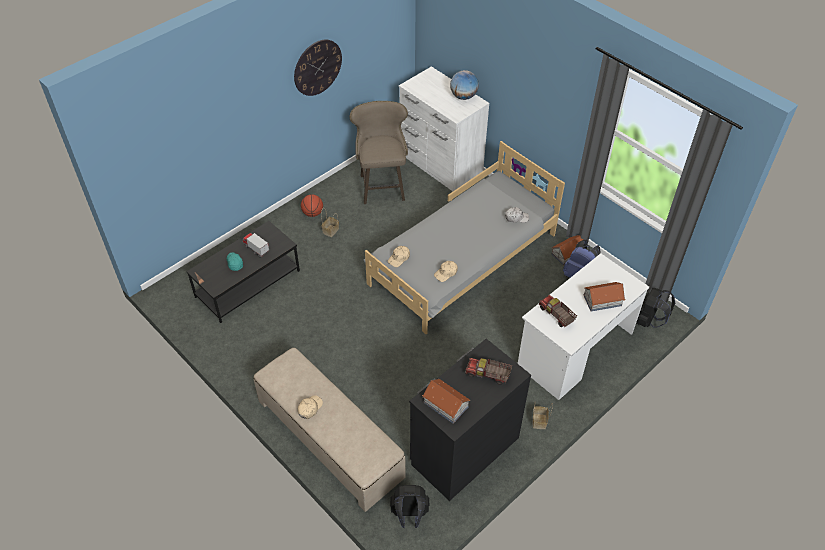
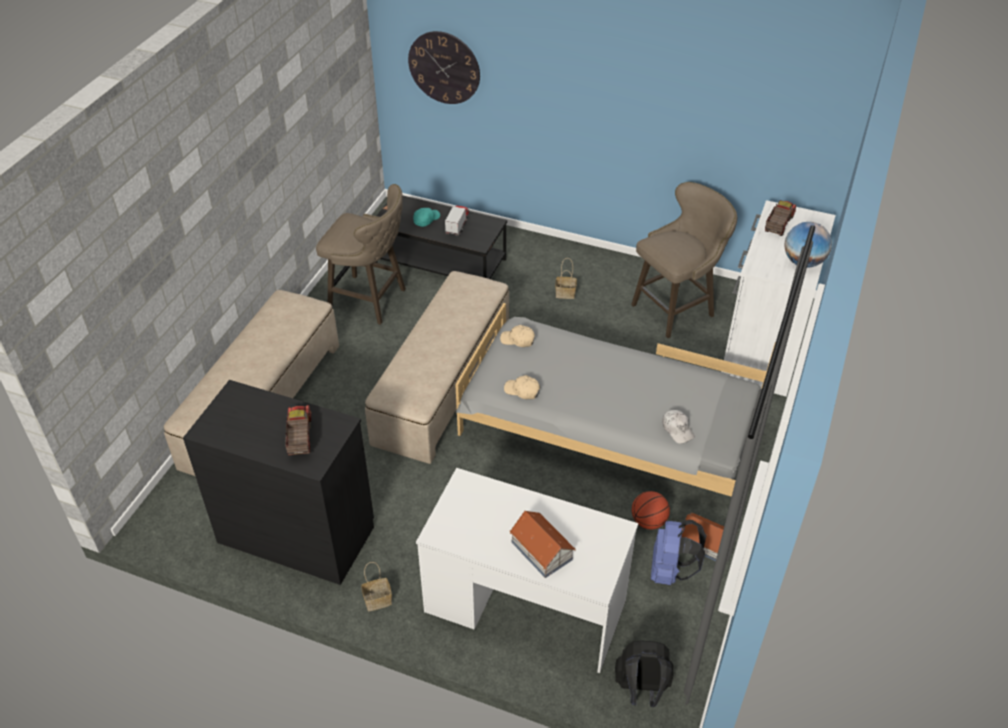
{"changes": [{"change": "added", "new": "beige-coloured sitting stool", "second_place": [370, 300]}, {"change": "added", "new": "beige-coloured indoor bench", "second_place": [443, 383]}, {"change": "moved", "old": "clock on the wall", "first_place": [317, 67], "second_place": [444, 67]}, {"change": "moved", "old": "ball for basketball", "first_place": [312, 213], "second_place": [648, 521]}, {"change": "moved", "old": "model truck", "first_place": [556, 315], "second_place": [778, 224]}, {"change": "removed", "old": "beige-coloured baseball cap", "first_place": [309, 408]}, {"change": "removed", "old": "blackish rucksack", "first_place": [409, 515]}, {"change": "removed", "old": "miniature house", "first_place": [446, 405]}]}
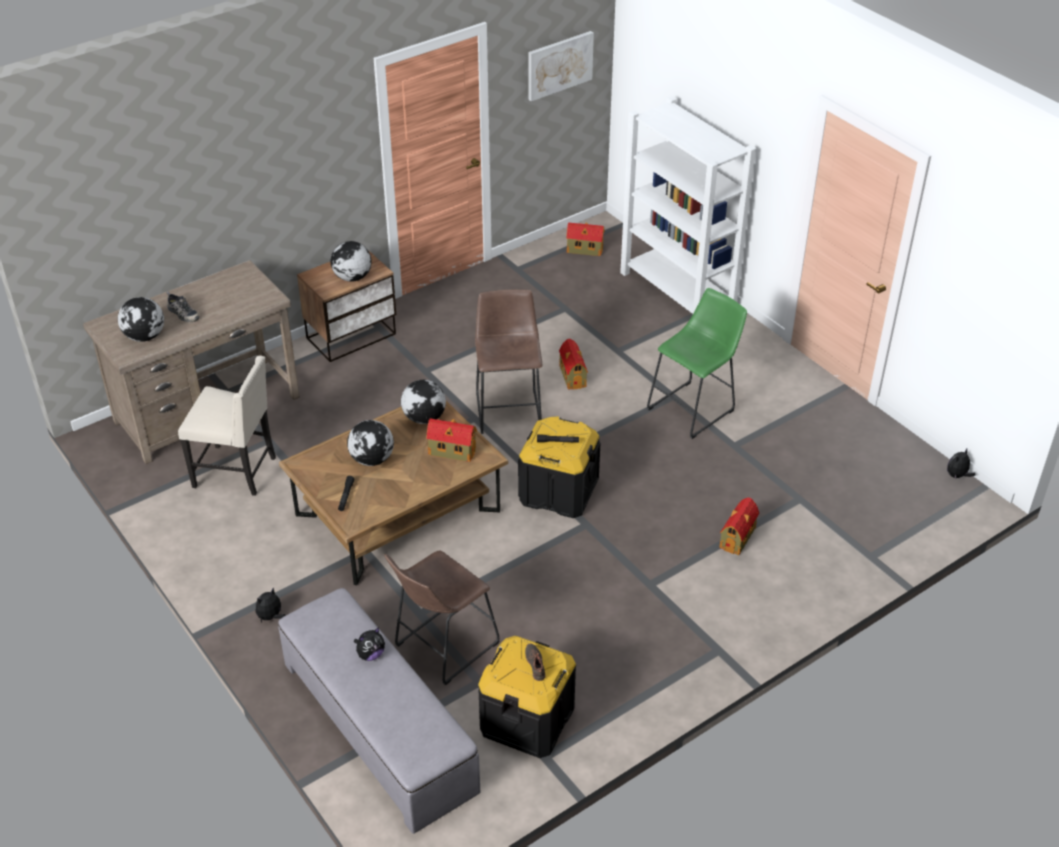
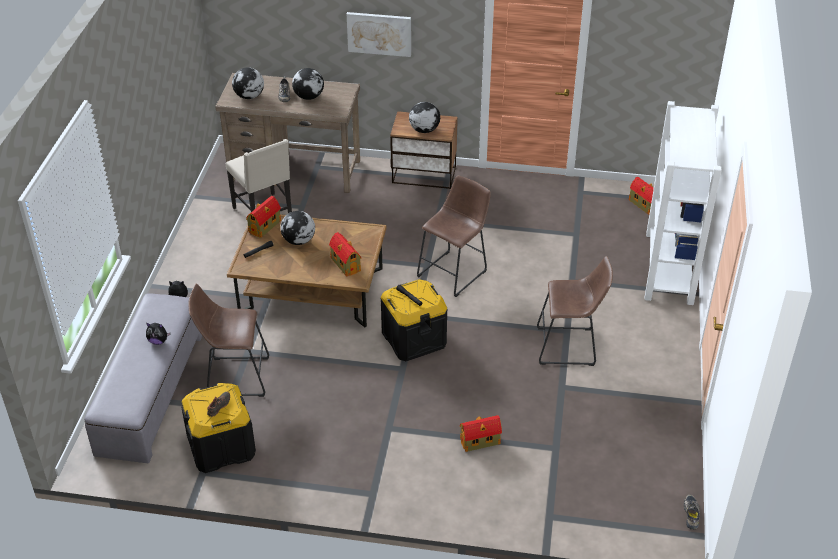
{"changes": [{"change": "moved", "old": "miniature house", "first_place": [572, 375], "second_place": [265, 226]}, {"change": "moved", "old": "desk globe", "first_place": [424, 417], "second_place": [309, 97]}, {"change": "moved", "old": "wall art", "first_place": [559, 65], "second_place": [379, 33]}, {"change": "recoloured", "old": "greenish sitting stool", "new": "brown sitting stool", "first_place": [694, 408], "second_place": [570, 347]}, {"change": "replaced", "old": "plush toy", "new": "shoe", "first_place": [957, 476], "second_place": [692, 514]}]}
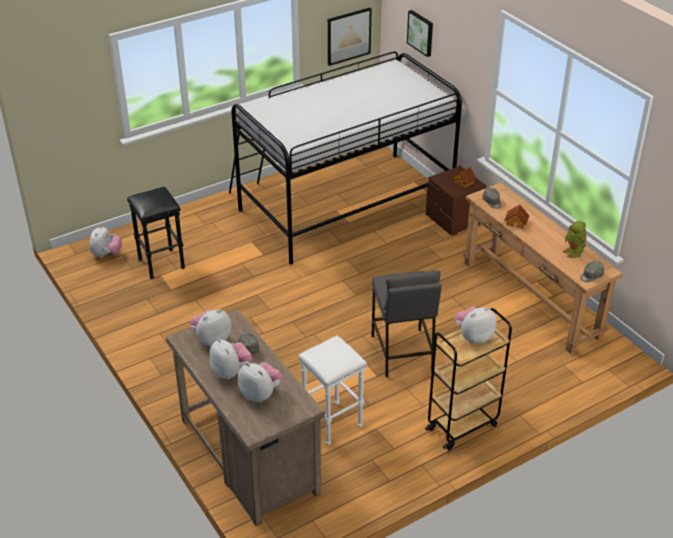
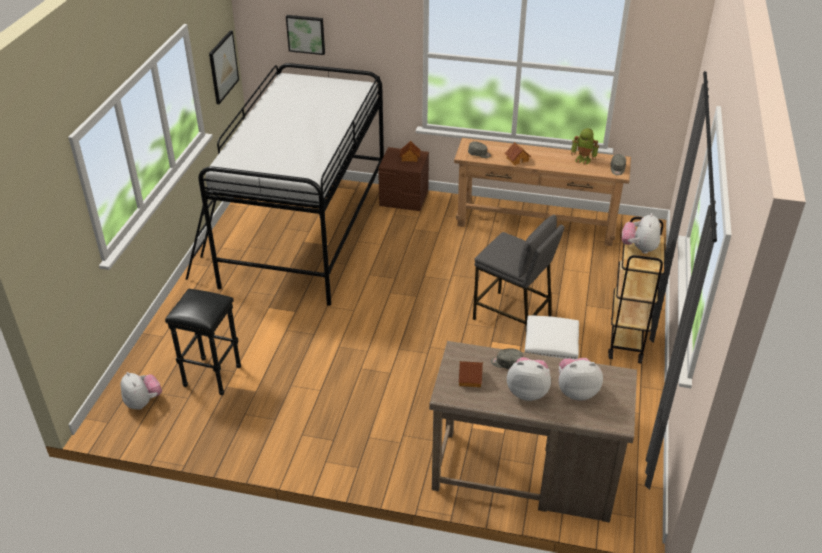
{"changes": [{"change": "replaced", "old": "plush toy", "new": "miniature house", "first_place": [211, 340], "second_place": [470, 378]}]}
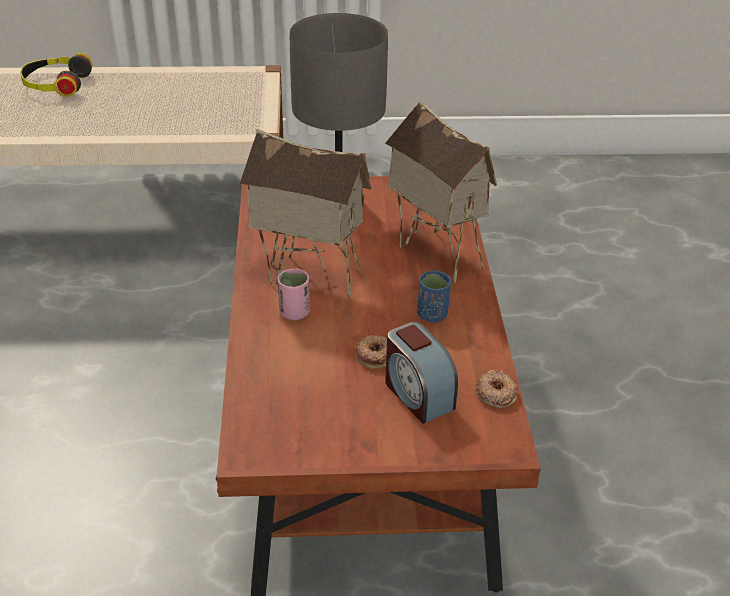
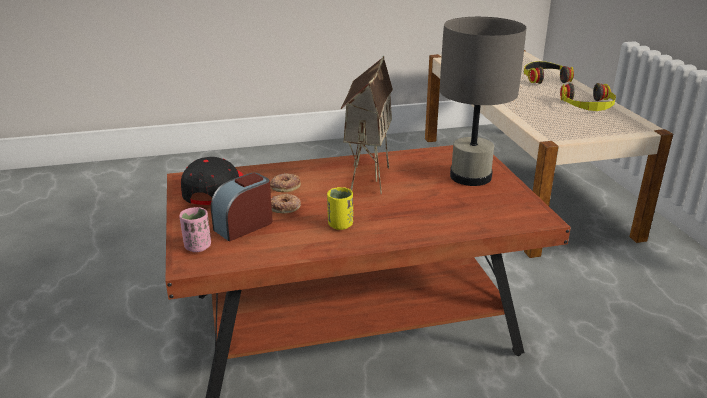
{"changes": [{"change": "moved", "old": "pinkish small cup", "first_place": [294, 313], "second_place": [197, 247]}, {"change": "added", "new": "blackish baseball cap", "second_place": [214, 189]}, {"change": "moved", "old": "donut", "first_place": [495, 393], "second_place": [285, 186]}, {"change": "recoloured", "old": "blue small cup", "new": "yellow small cup", "first_place": [432, 315], "second_place": [340, 225]}, {"change": "added", "new": "headset", "second_place": [587, 106]}, {"change": "removed", "old": "miniature house", "first_place": [433, 254]}]}
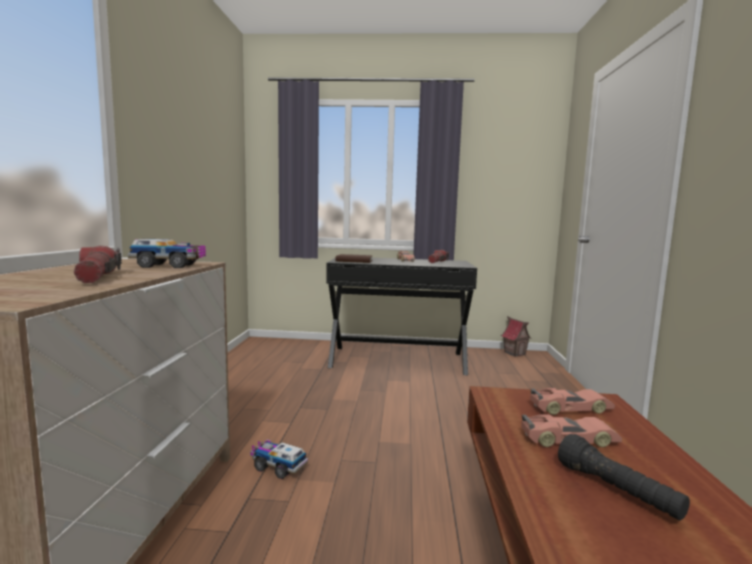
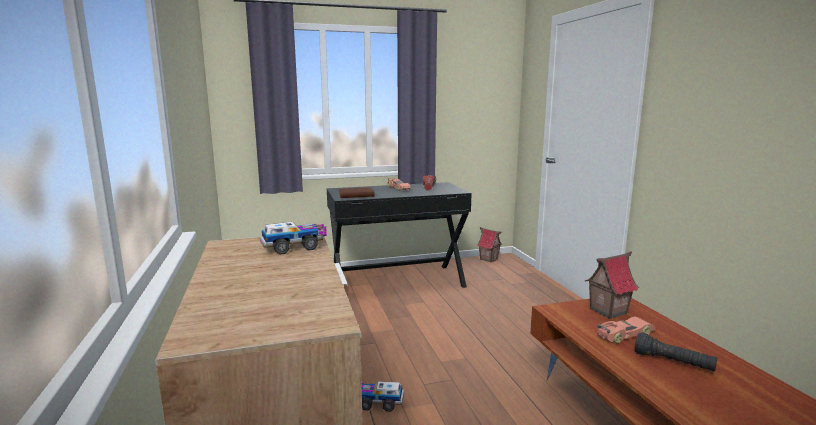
{"changes": [{"change": "replaced", "old": "miniature car", "new": "miniature house", "first_place": [569, 408], "second_place": [607, 311]}, {"change": "removed", "old": "hand torch", "first_place": [97, 277]}]}
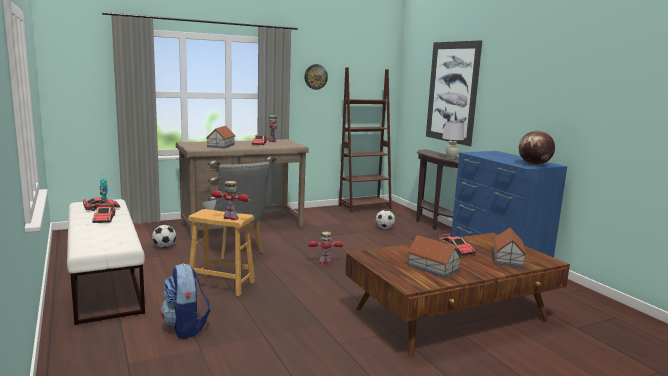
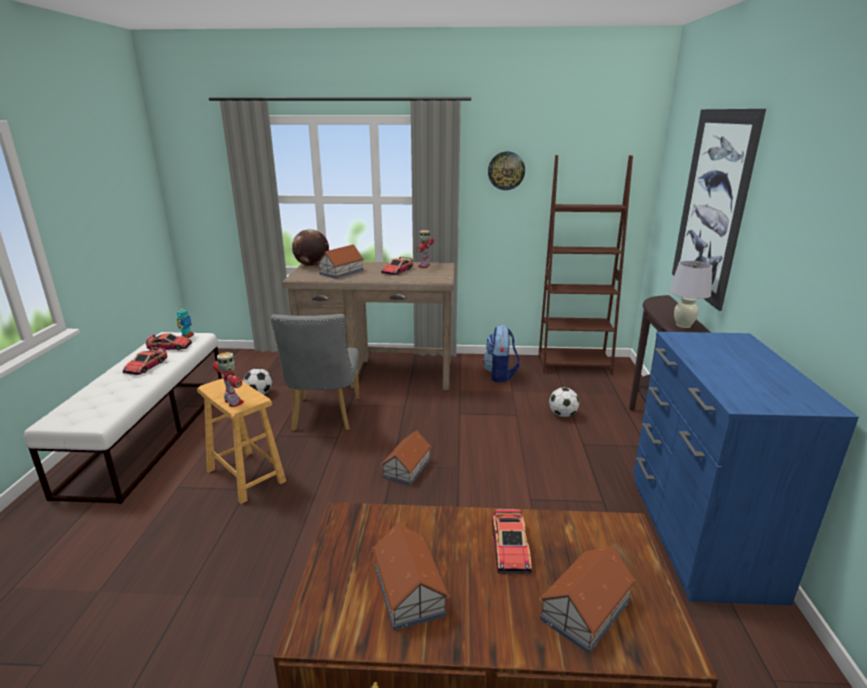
{"changes": [{"change": "moved", "old": "desk globe", "first_place": [534, 164], "second_place": [312, 266]}, {"change": "replaced", "old": "robot figure", "new": "miniature house", "first_place": [325, 263], "second_place": [407, 468]}, {"change": "moved", "old": "rucksack", "first_place": [186, 327], "second_place": [500, 375]}]}
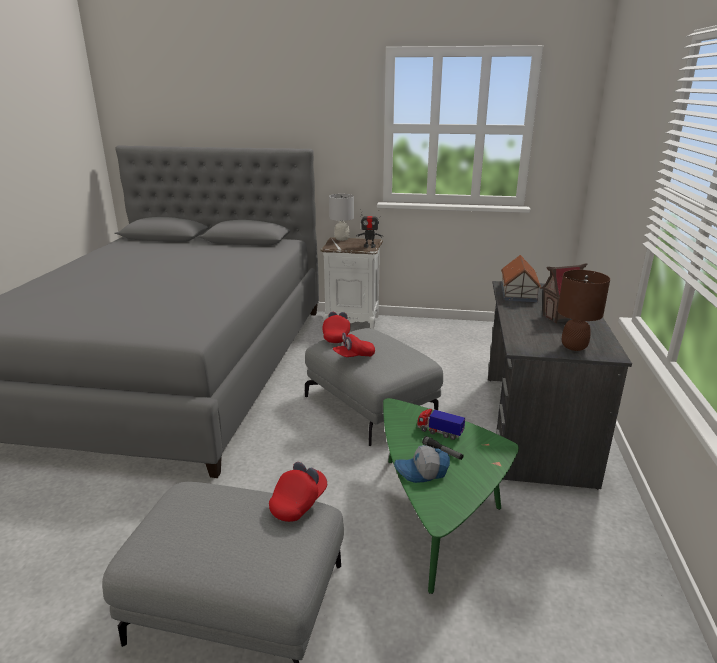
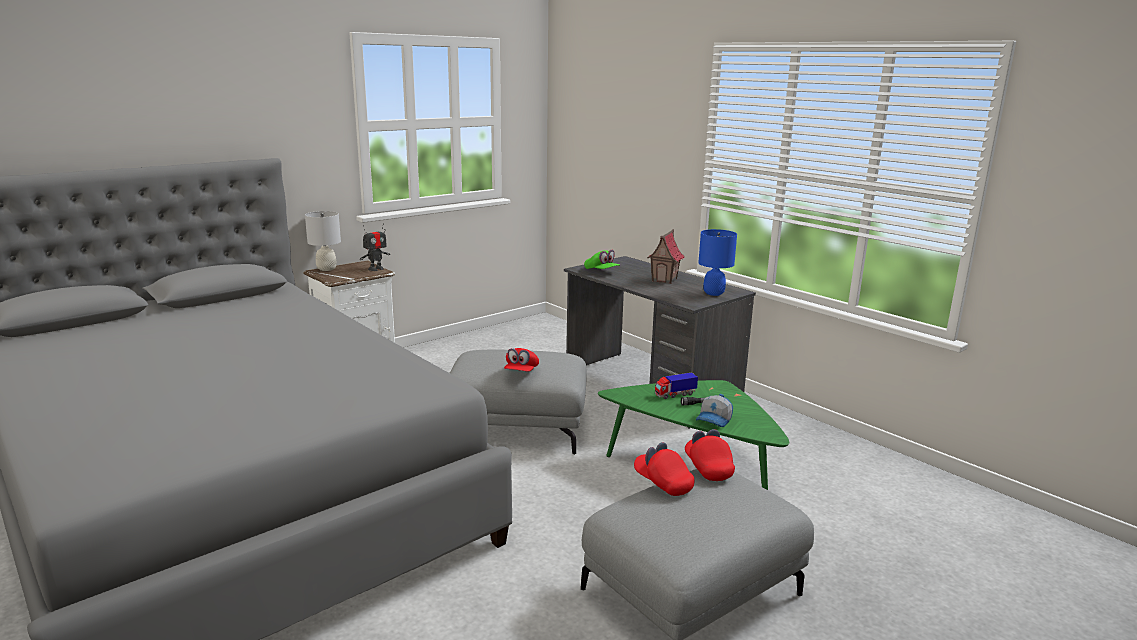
{"changes": [{"change": "replaced", "old": "miniature house", "new": "greenish baseball cap", "first_place": [518, 292], "second_place": [601, 271]}, {"change": "moved", "old": "red-coloured baseball cap", "first_place": [336, 336], "second_place": [663, 483]}, {"change": "recoloured", "old": "brown table lamp", "new": "blue table lamp", "first_place": [572, 347], "second_place": [712, 294]}]}
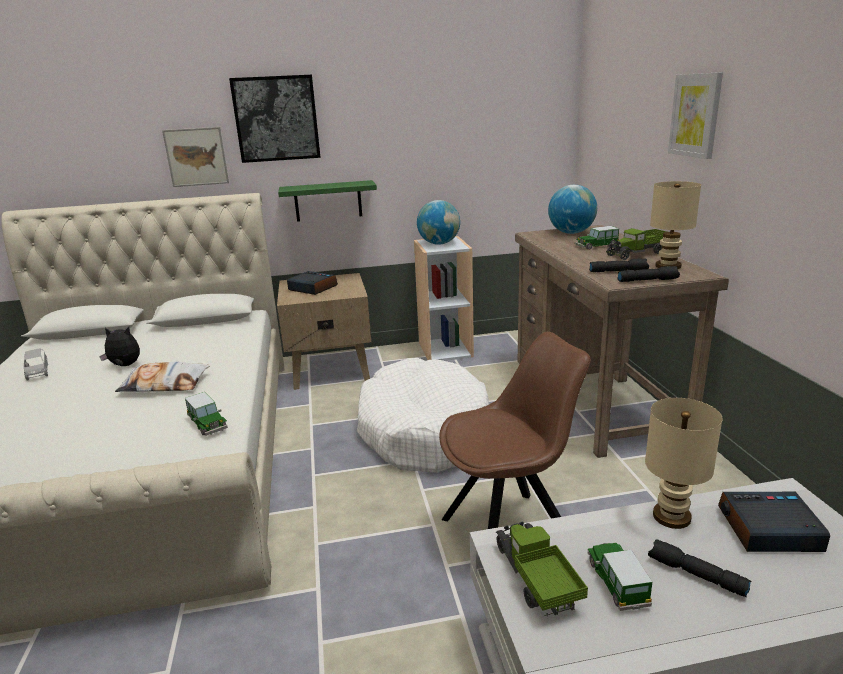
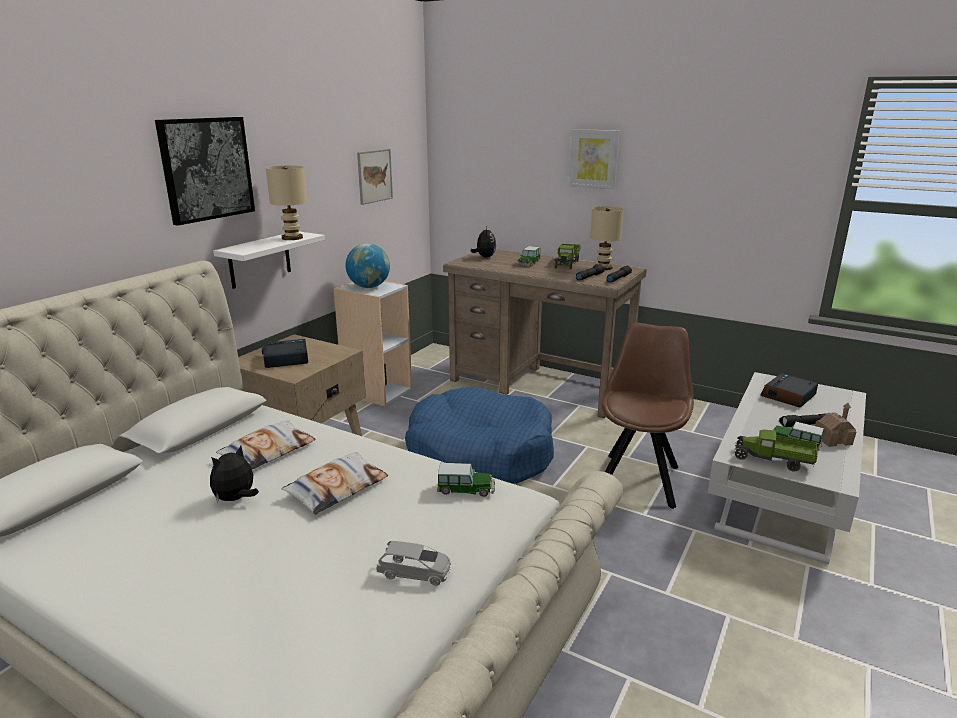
{"changes": [{"change": "recoloured", "old": "greenish wall shelf", "new": "whitish wall shelf", "first_place": [328, 201], "second_place": [260, 260]}, {"change": "added", "new": "cushion", "second_place": [268, 451]}, {"change": "moved", "old": "beige-coloured table lamp", "first_place": [672, 516], "second_place": [292, 238]}, {"change": "moved", "old": "wall art", "first_place": [196, 157], "second_place": [374, 176]}, {"change": "moved", "old": "gray miniature car", "first_place": [37, 372], "second_place": [415, 573]}, {"change": "recoloured", "old": "whitish pet bed", "new": "blue pet bed", "first_place": [423, 430], "second_place": [480, 452]}, {"change": "replaced", "old": "desk globe", "new": "plush toy", "first_place": [571, 233], "second_place": [484, 257]}, {"change": "added", "new": "miniature house", "second_place": [832, 439]}]}
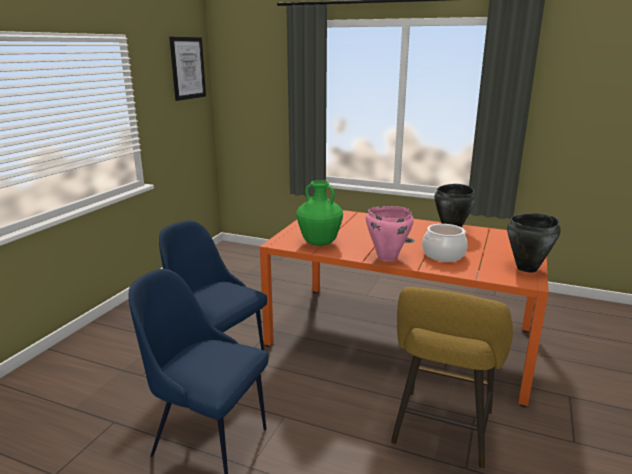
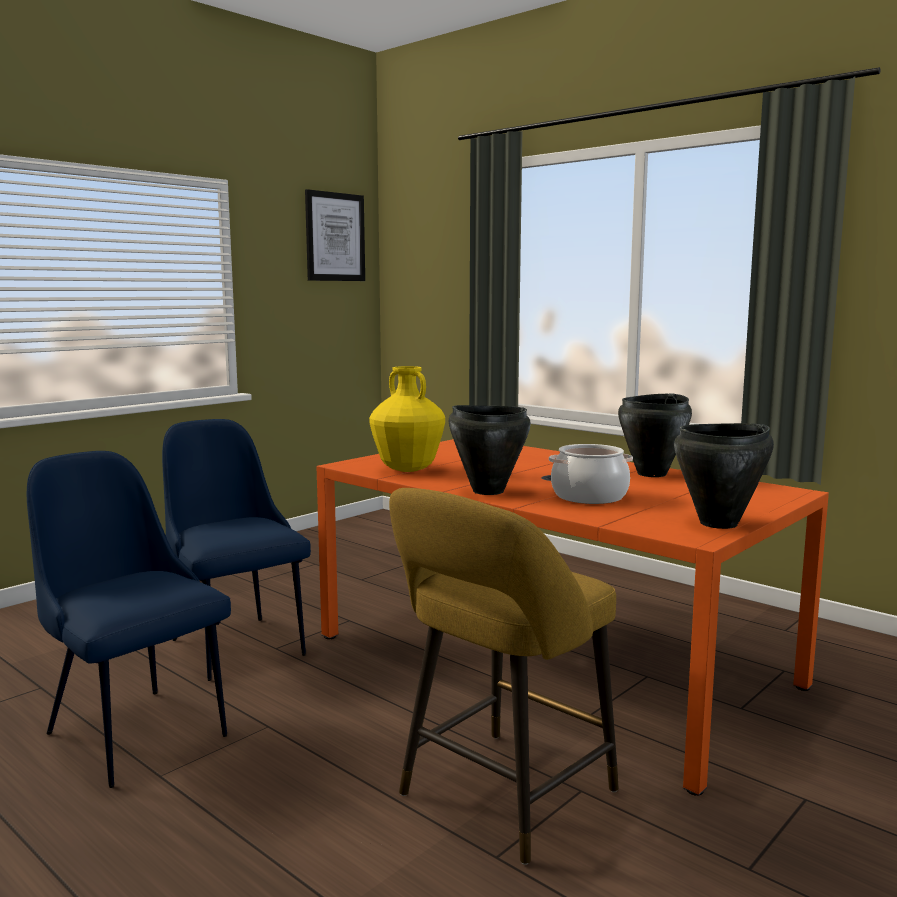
{"changes": [{"change": "recoloured", "old": "greenish decorative vase", "new": "yellow decorative vase", "first_place": [320, 243], "second_place": [408, 470]}, {"change": "recoloured", "old": "pinkish cooking pot", "new": "blackish cooking pot", "first_place": [386, 257], "second_place": [487, 491]}]}
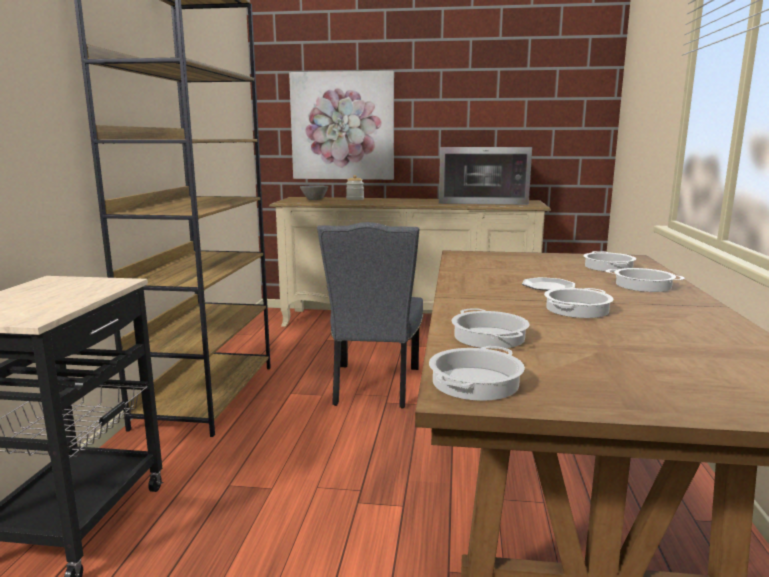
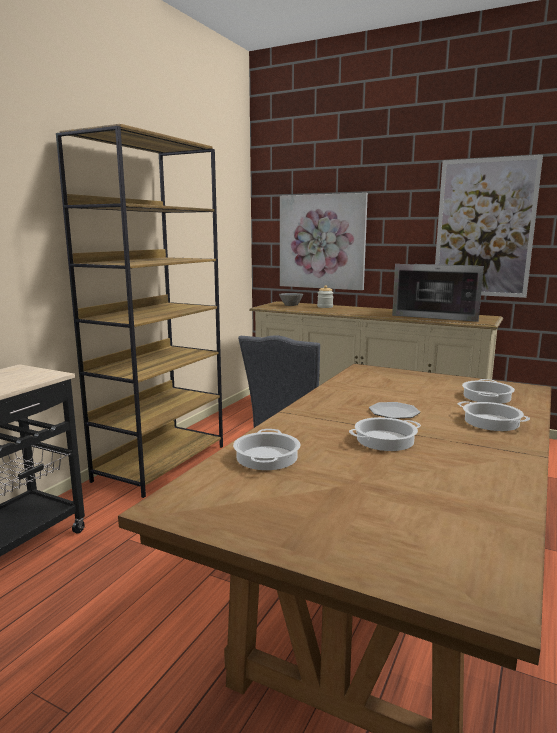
{"changes": [{"change": "added", "new": "wall art", "second_place": [484, 228]}, {"change": "removed", "old": "cooking pot", "first_place": [476, 383]}]}
